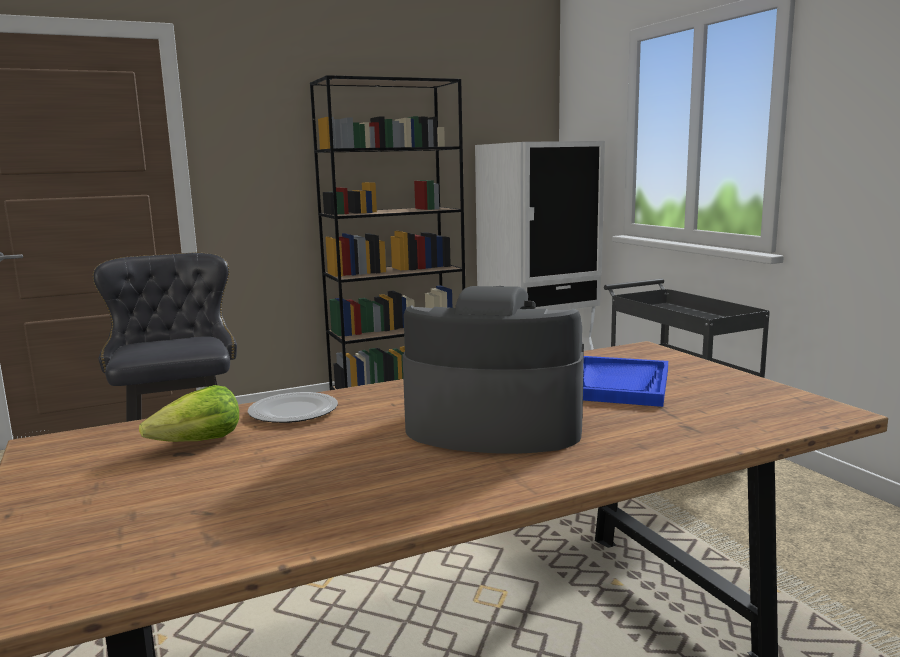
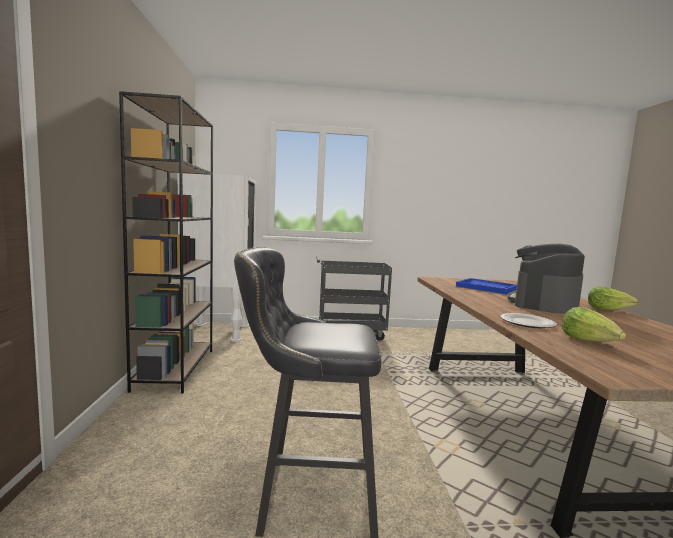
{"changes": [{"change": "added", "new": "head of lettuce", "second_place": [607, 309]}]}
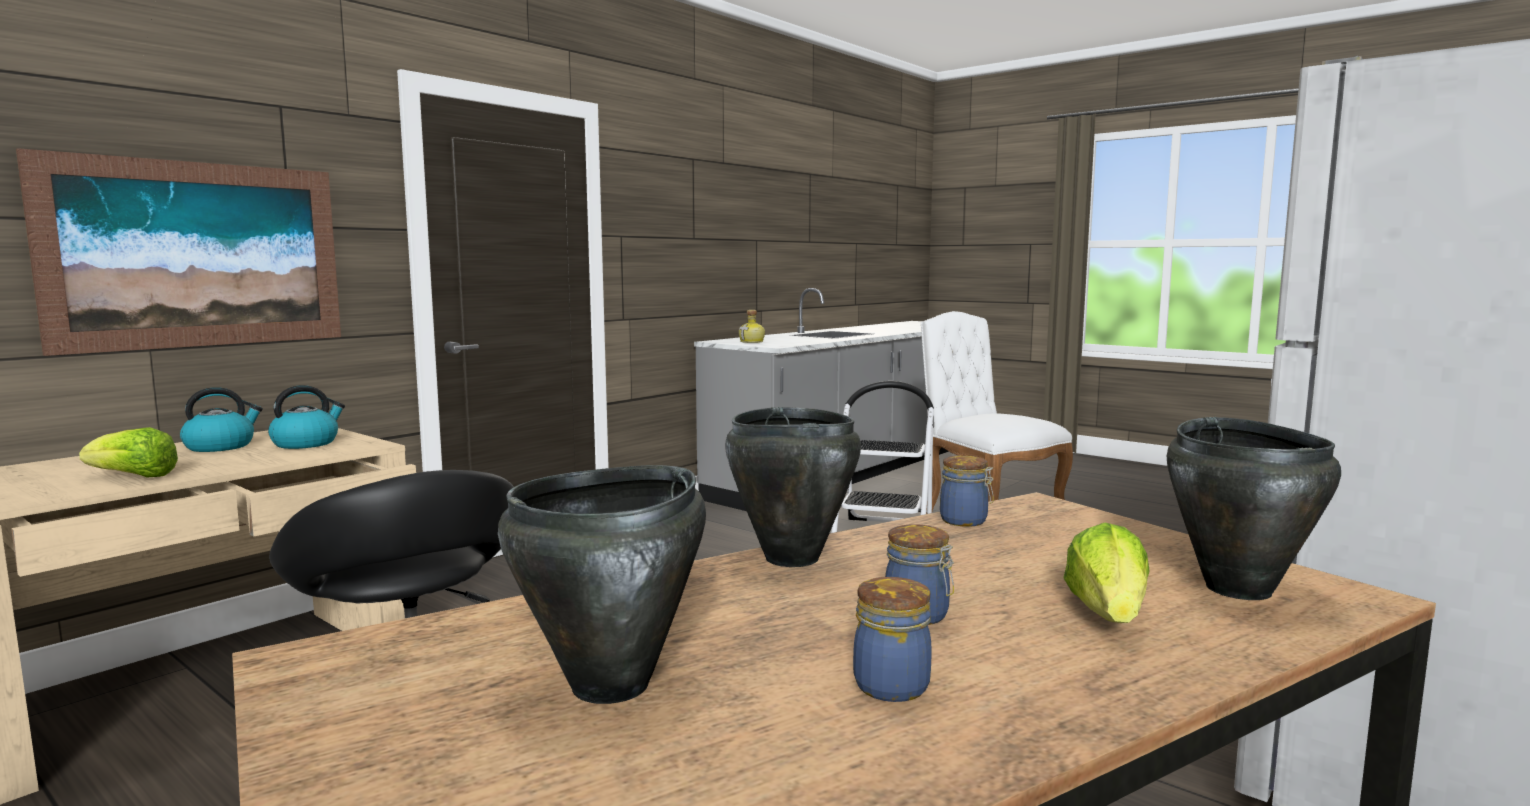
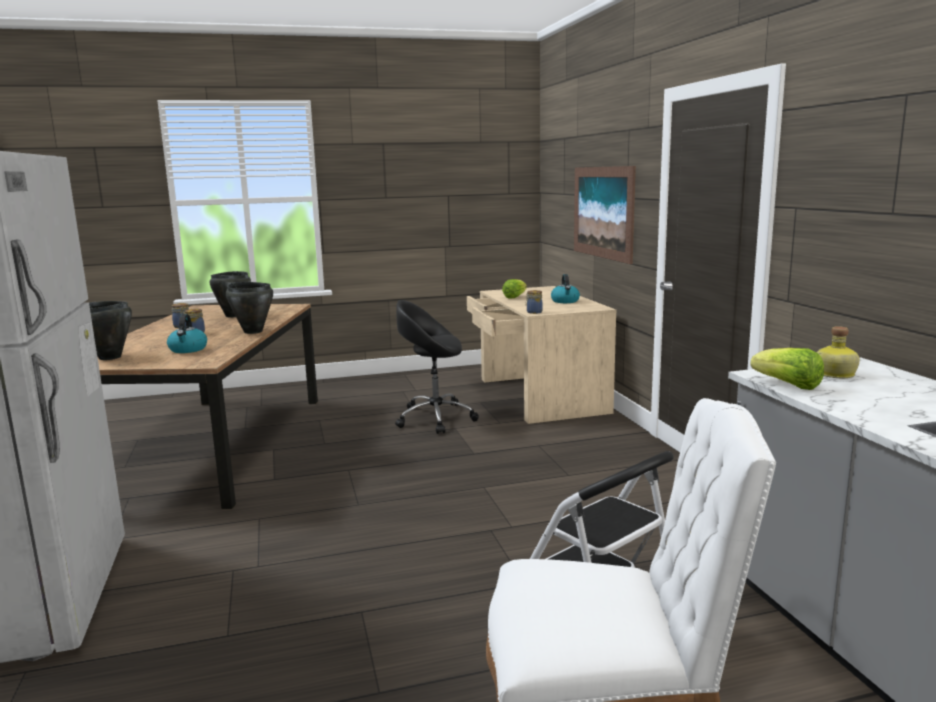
{"changes": [{"change": "moved", "old": "tea kettle", "first_place": [306, 443], "second_place": [188, 349]}, {"change": "moved", "old": "storage jar", "first_place": [965, 521], "second_place": [533, 312]}, {"change": "moved", "old": "head of lettuce", "first_place": [1108, 614], "second_place": [788, 385]}]}
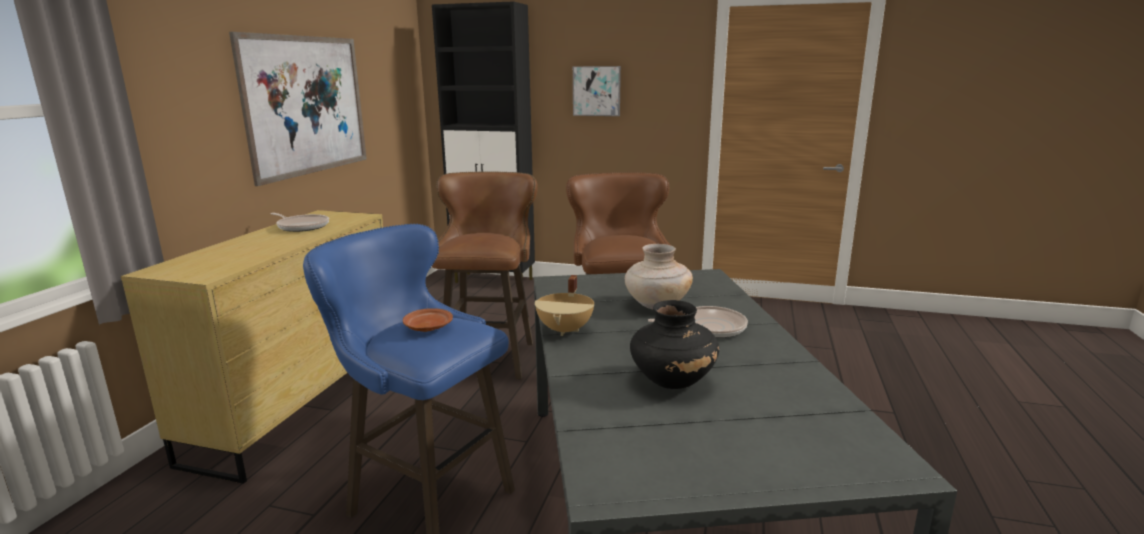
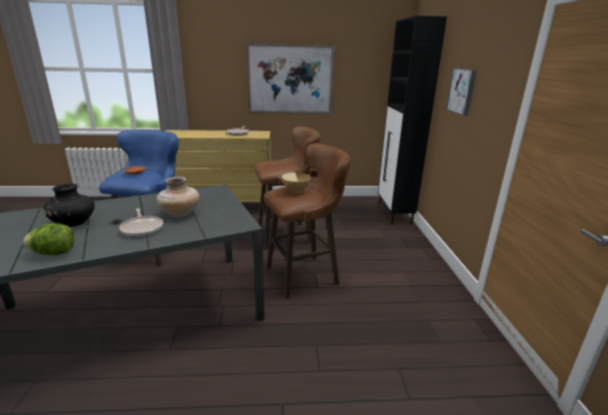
{"changes": [{"change": "added", "new": "head of lettuce", "second_place": [54, 253]}, {"change": "moved", "old": "beige-coloured cooking pot", "first_place": [566, 330], "second_place": [296, 191]}]}
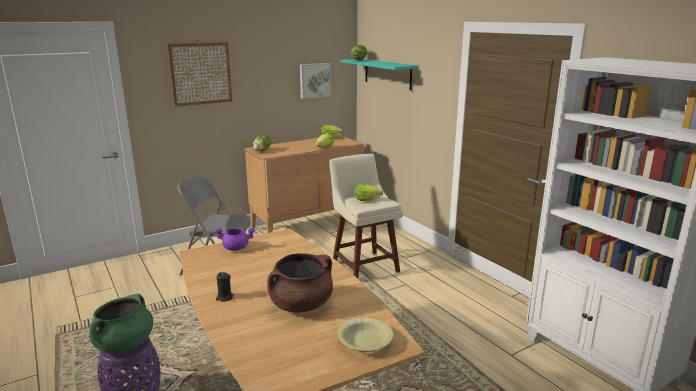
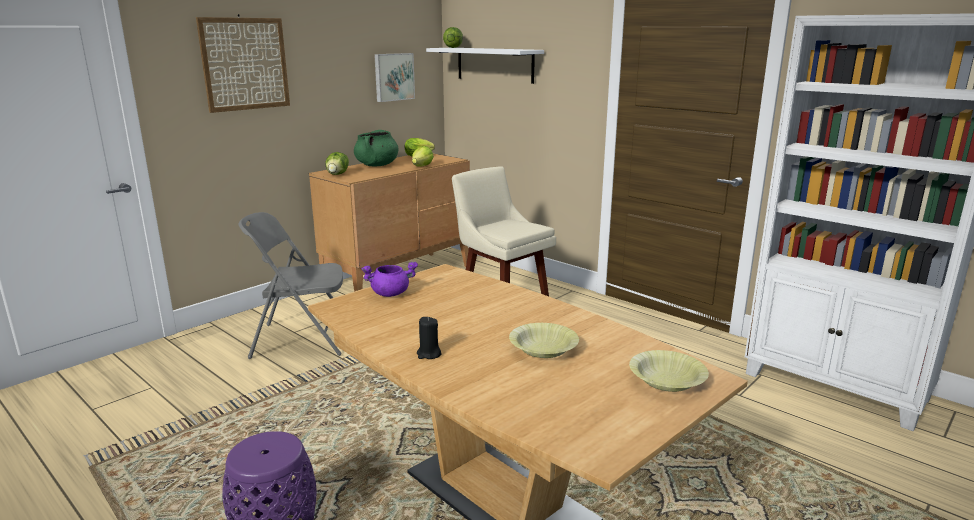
{"changes": [{"change": "moved", "old": "greenish cooking pot", "first_place": [124, 344], "second_place": [377, 165]}, {"change": "recoloured", "old": "blue-green wall shelf", "new": "whitish wall shelf", "first_place": [387, 73], "second_place": [494, 64]}, {"change": "replaced", "old": "brown cooking pot", "new": "yellow bowl", "first_place": [301, 304], "second_place": [543, 349]}, {"change": "removed", "old": "head of lettuce", "first_place": [366, 200]}]}
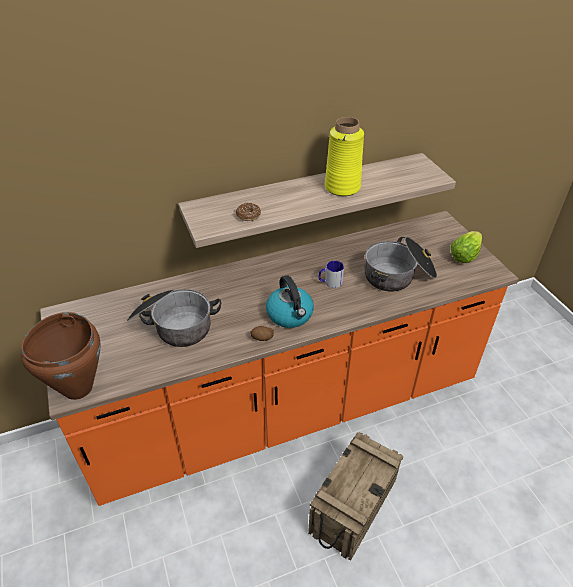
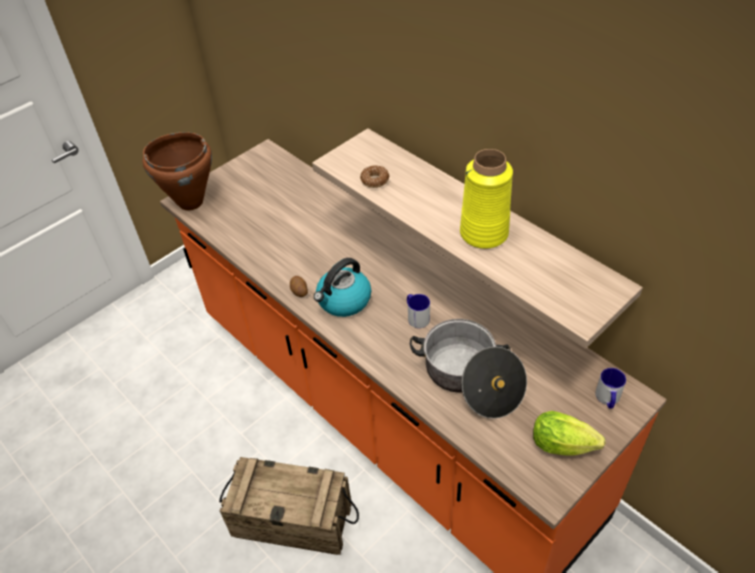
{"changes": [{"change": "added", "new": "mug", "second_place": [608, 399]}, {"change": "removed", "old": "cooking pot", "first_place": [173, 325]}]}
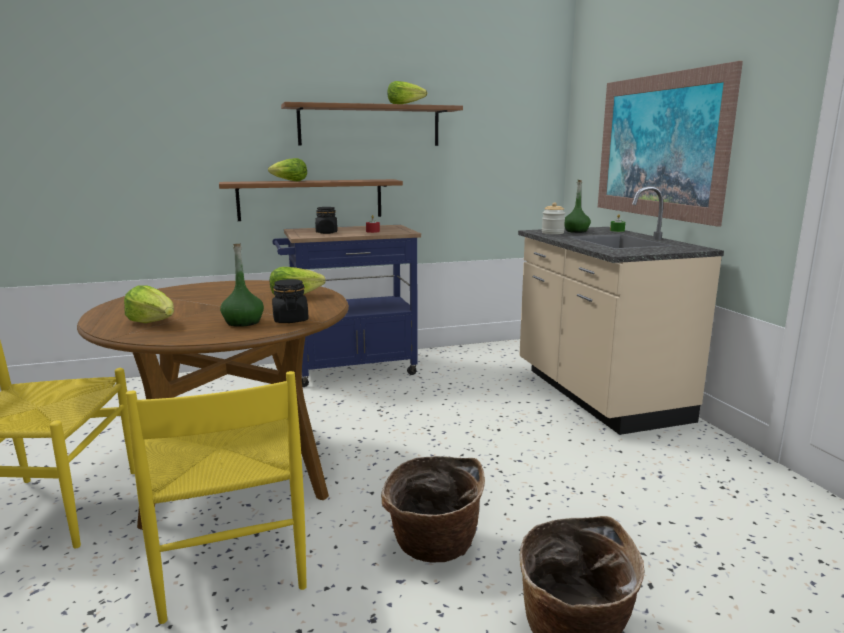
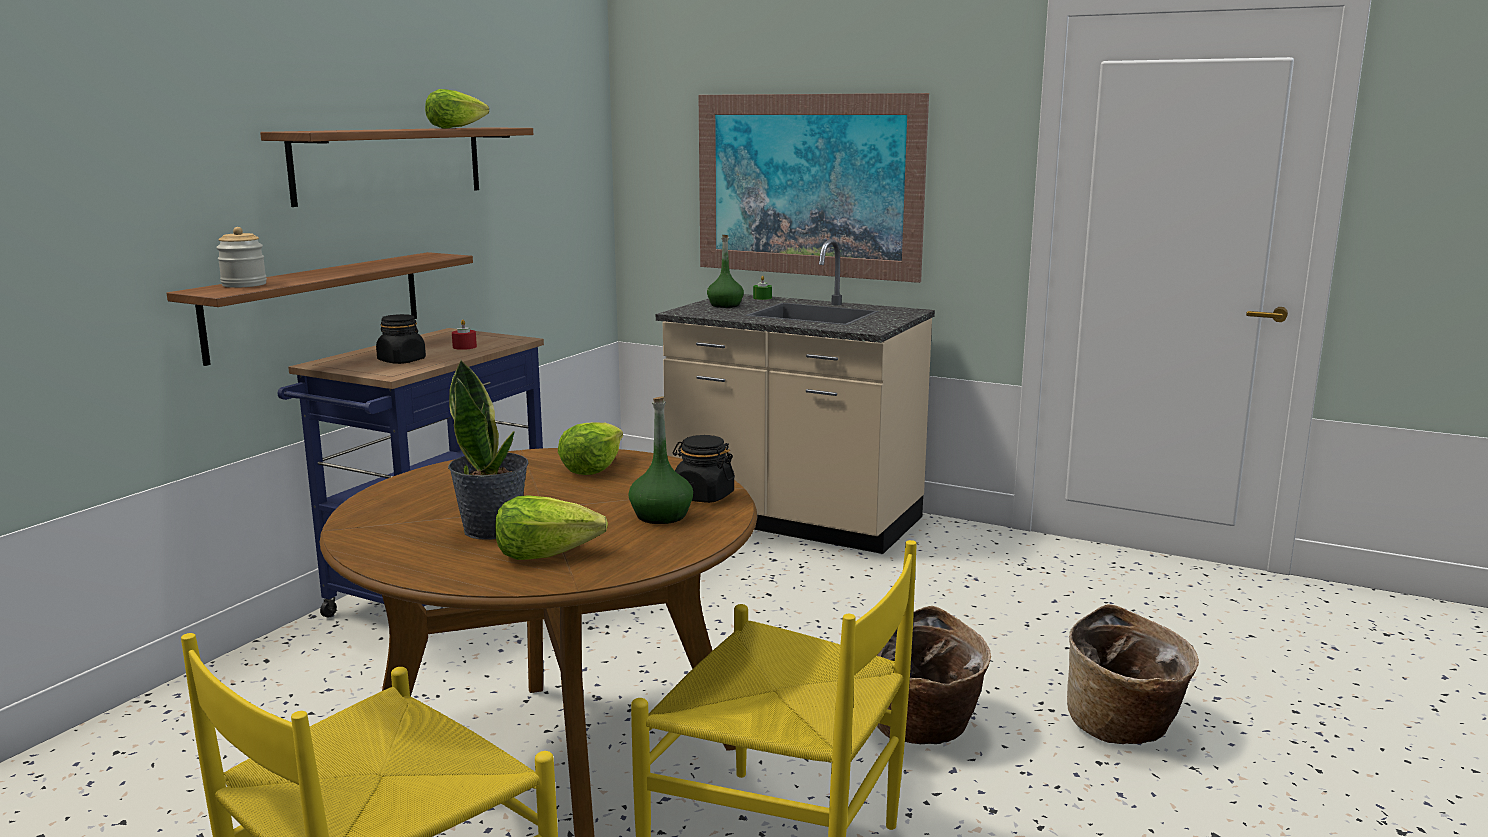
{"changes": [{"change": "moved", "old": "storage jar", "first_place": [552, 233], "second_place": [244, 285]}, {"change": "added", "new": "plant in a pot", "second_place": [493, 529]}, {"change": "removed", "old": "head of lettuce", "first_place": [289, 181]}]}
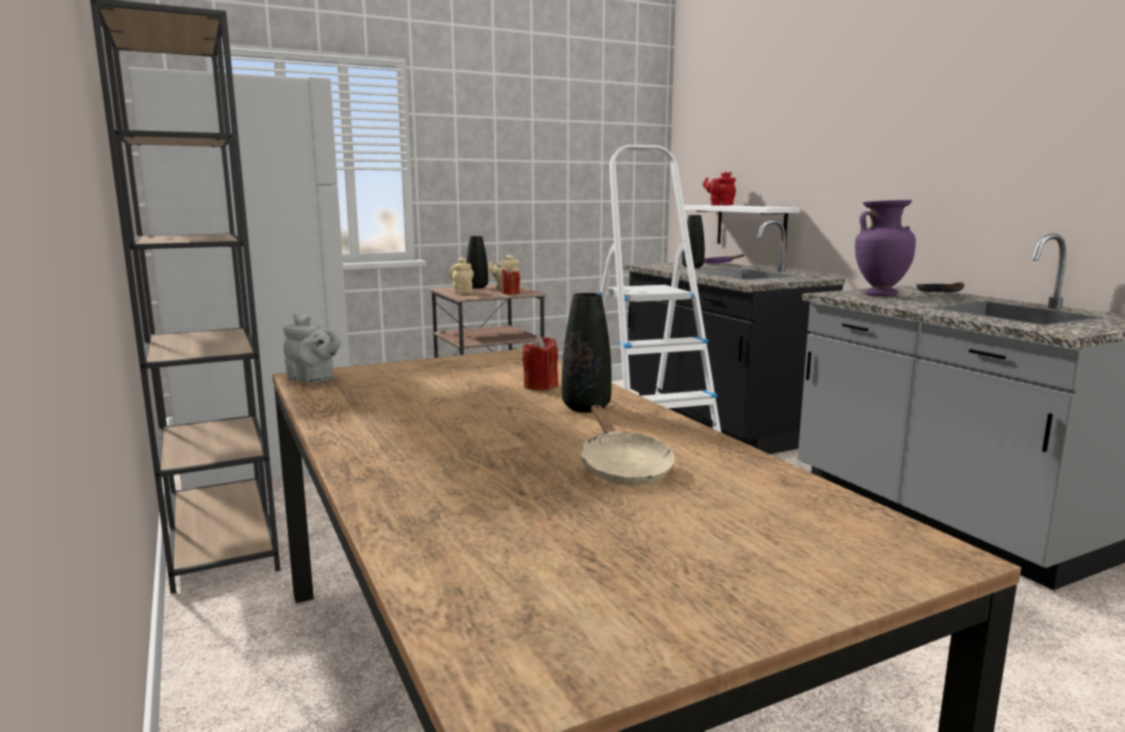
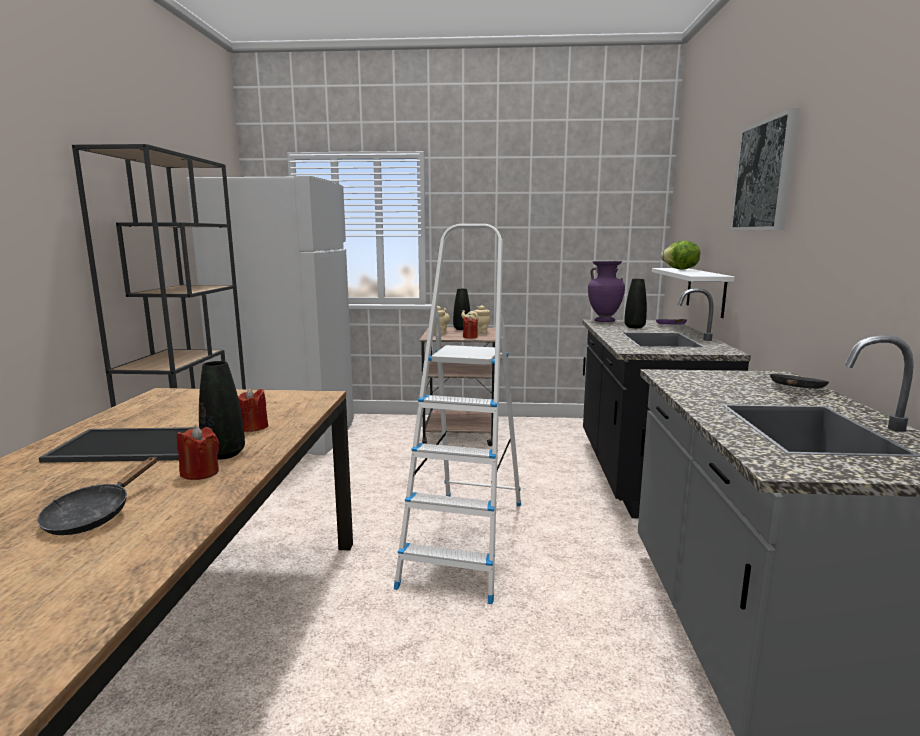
{"changes": [{"change": "recoloured", "old": "beige-coloured skillet", "new": "blackish skillet", "first_place": [622, 467], "second_place": [94, 515]}, {"change": "added", "new": "tray", "second_place": [133, 446]}, {"change": "added", "new": "red-coloured candle", "second_place": [200, 473]}, {"change": "moved", "old": "purple decorative vase", "first_place": [880, 295], "second_place": [604, 321]}, {"change": "replaced", "old": "red-coloured teapot", "new": "head of lettuce", "first_place": [719, 205], "second_place": [680, 269]}, {"change": "added", "new": "wall art", "second_place": [764, 176]}, {"change": "removed", "old": "gray teapot", "first_place": [313, 379]}]}
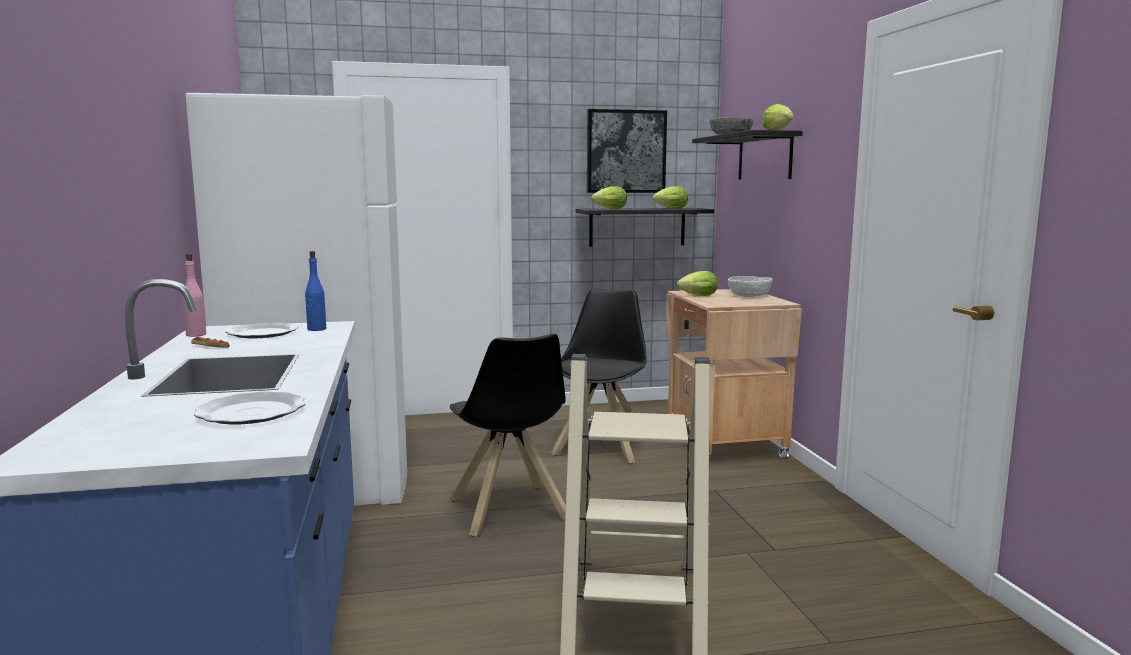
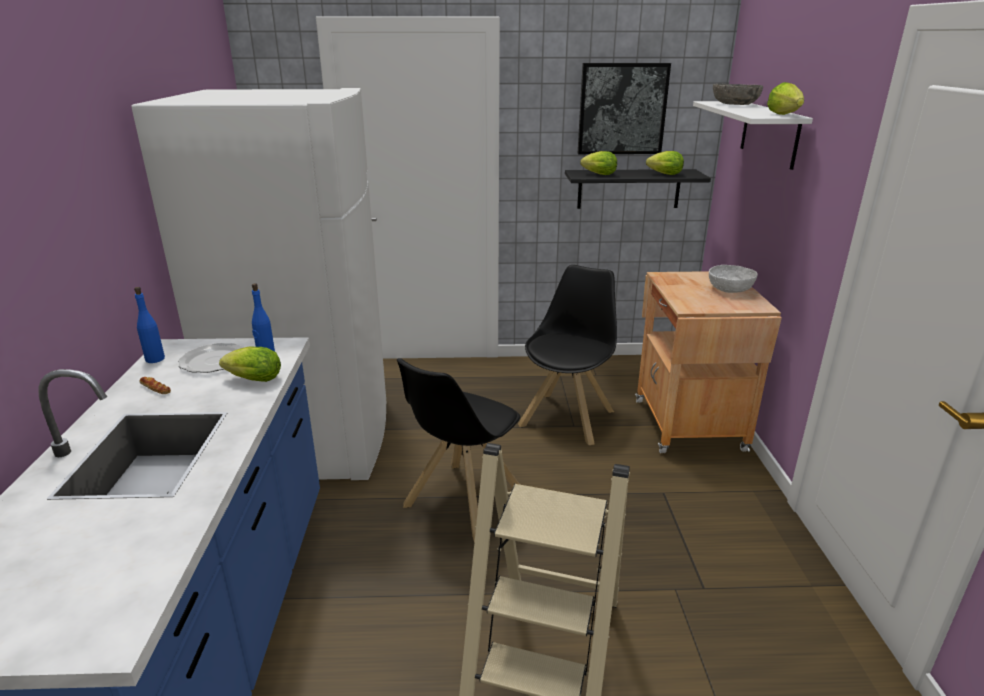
{"changes": [{"change": "recoloured", "old": "pinkish drink bottle", "new": "blue drink bottle", "first_place": [196, 335], "second_place": [155, 359]}, {"change": "moved", "old": "head of lettuce", "first_place": [696, 296], "second_place": [251, 380]}, {"change": "turned", "old": "blackish plain chair", "first_place": [510, 511], "second_place": [462, 502], "degrees": 45}, {"change": "recoloured", "old": "blackish wall shelf", "new": "whitish wall shelf", "first_place": [764, 157], "second_place": [769, 133]}, {"change": "removed", "old": "flat dish", "first_place": [252, 413]}]}
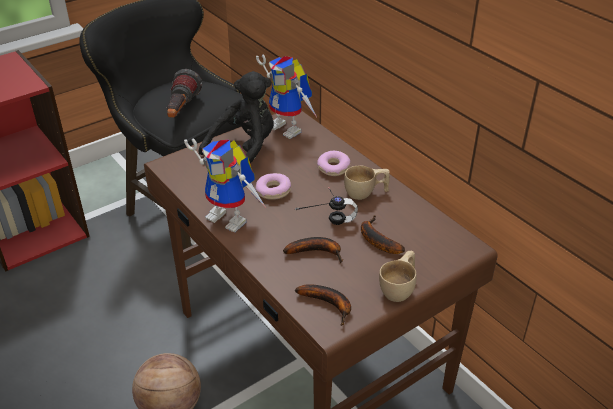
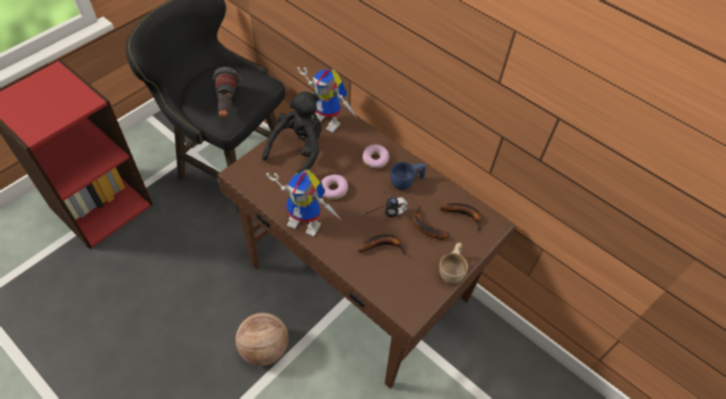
{"changes": [{"change": "recoloured", "old": "beige-coloured small cup", "new": "blue small cup", "first_place": [366, 193], "second_place": [406, 182]}, {"change": "moved", "old": "banana fruit", "first_place": [329, 304], "second_place": [464, 215]}]}
